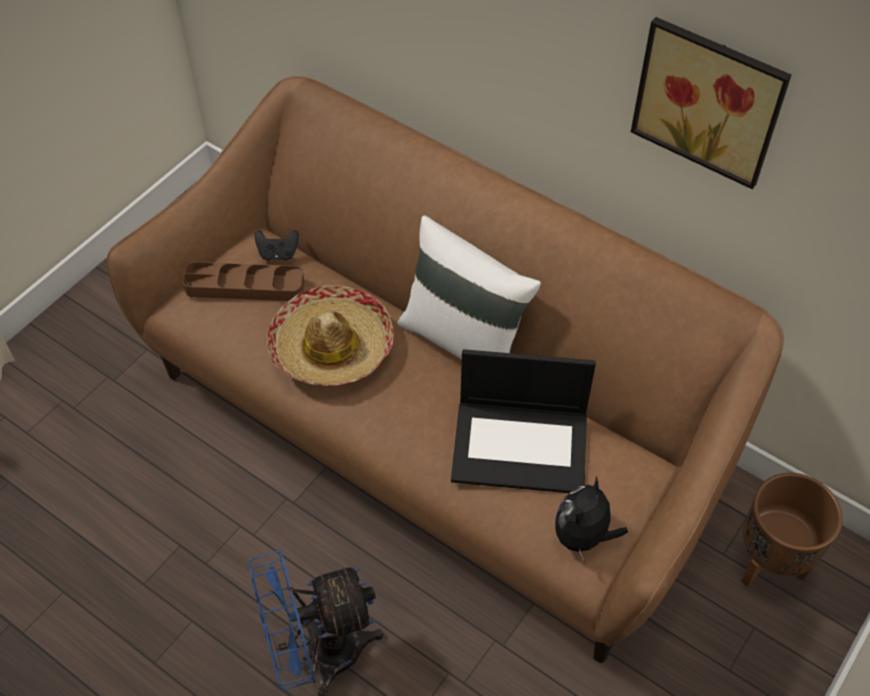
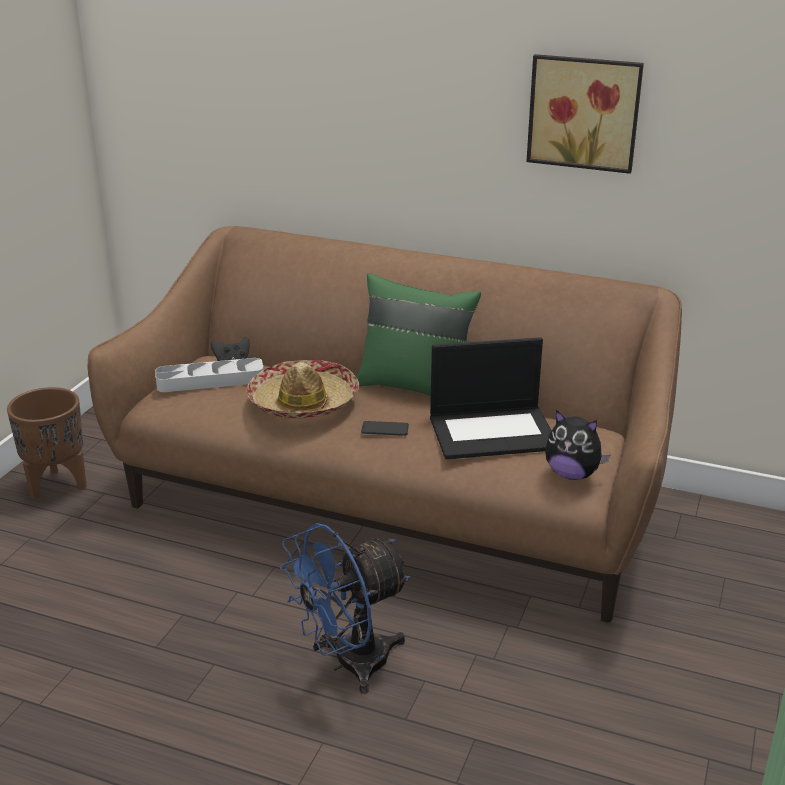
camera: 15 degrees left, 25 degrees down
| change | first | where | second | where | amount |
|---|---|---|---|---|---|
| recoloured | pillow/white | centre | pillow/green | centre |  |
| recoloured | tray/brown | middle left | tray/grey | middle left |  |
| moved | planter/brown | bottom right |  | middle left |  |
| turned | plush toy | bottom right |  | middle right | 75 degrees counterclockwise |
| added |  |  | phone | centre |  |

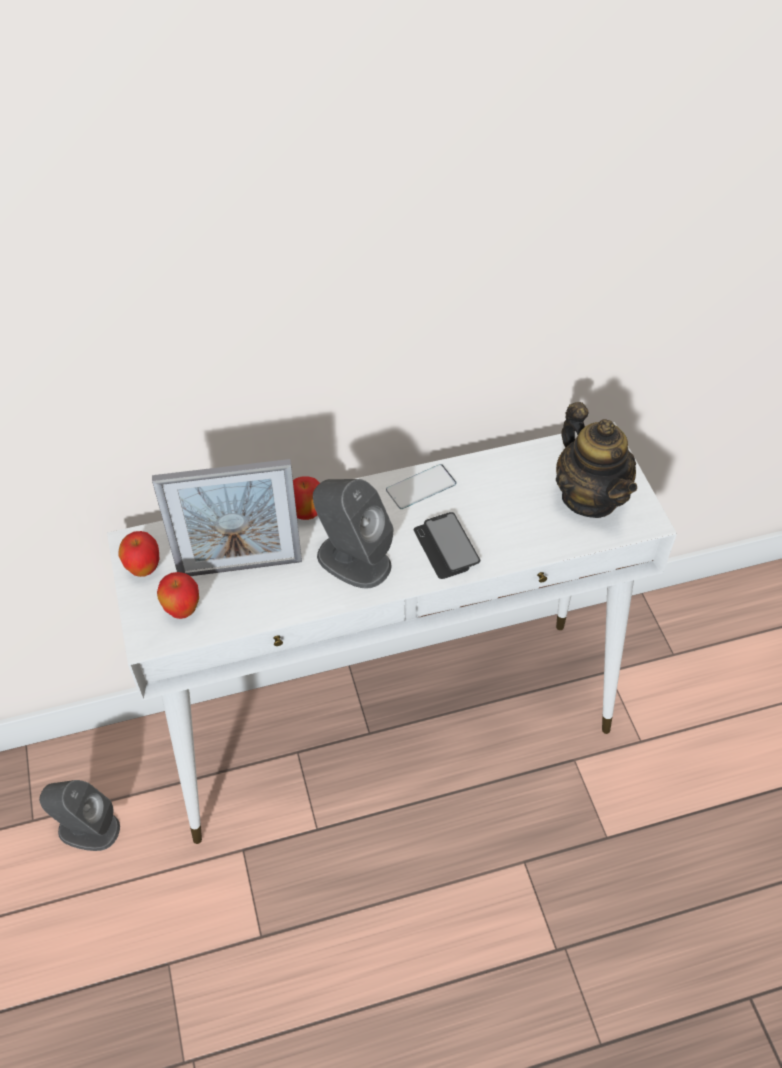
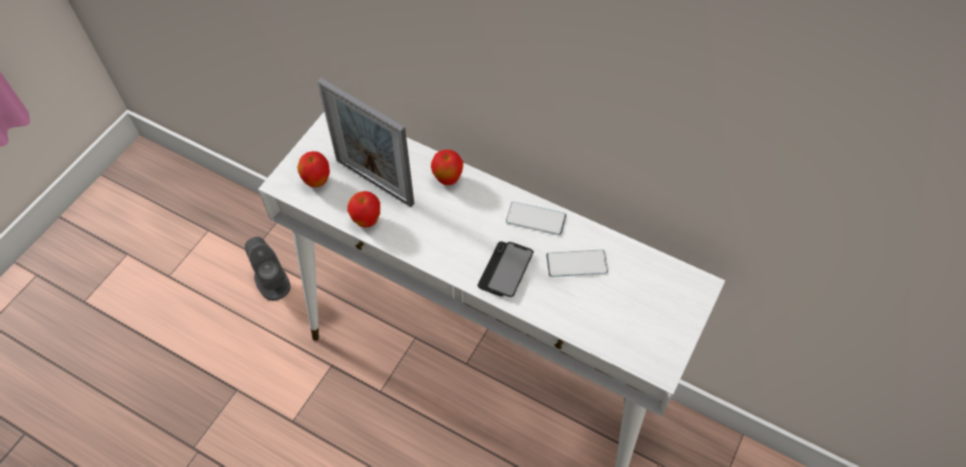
camera: 45 degrees right, 5 degrees up
| change | first | where | second | where | amount |
|---|---|---|---|---|---|
| removed | teapot | middle right |  |  |  |
| removed | speaker/grey (2nd from left) | centre |  |  |  |
| moved | apple (1st from left in the first image) | middle left | apple (2nd from left) | centre |  |
| added |  |  | phone (3rd from left) | centre |  |

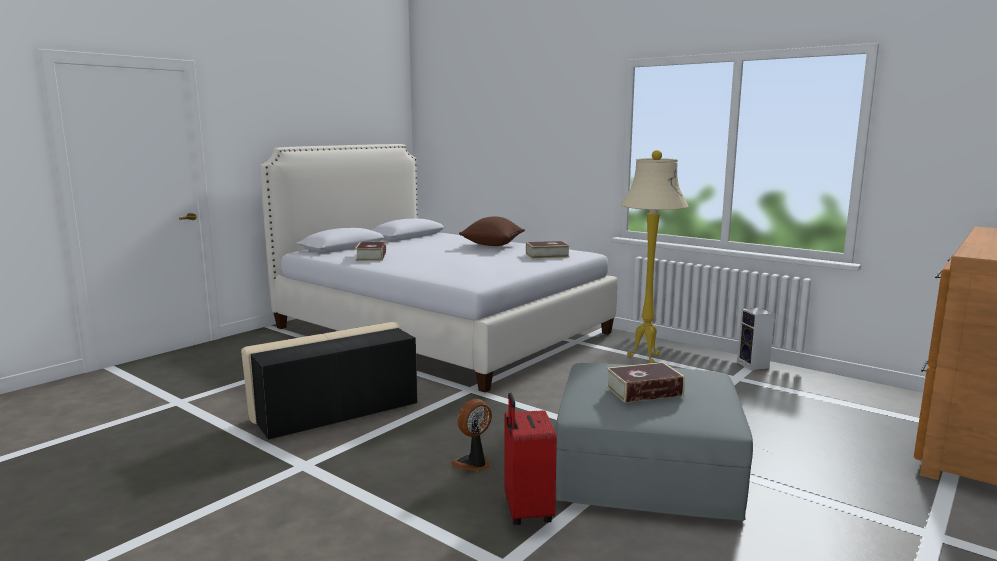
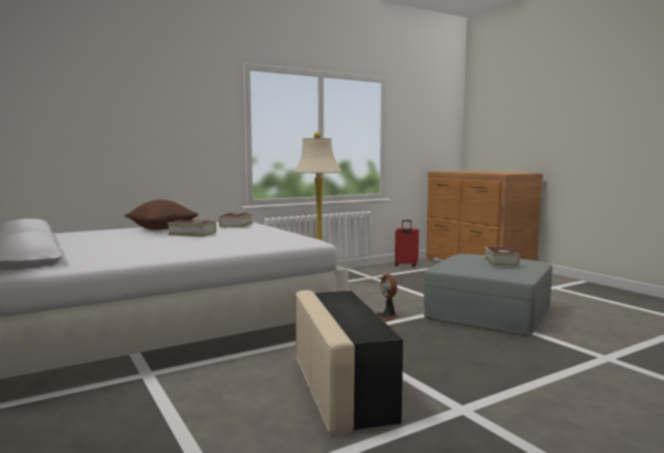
camera: 70 degrees left, 5 degrees down
| change | first | where | second | where | amount |
|---|---|---|---|---|---|
| moved | book (1st from left) | centre |  | middle left |  |
| removed | speaker | middle right |  |  |  |
| moved | suitcase/red | bottom centre |  | centre |  |
| moved | fan | bottom centre |  | centre |  |

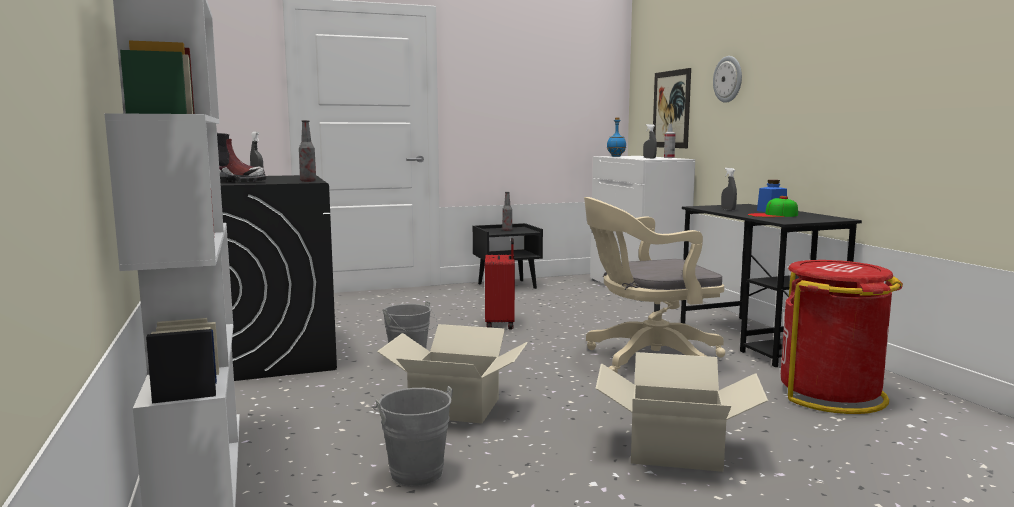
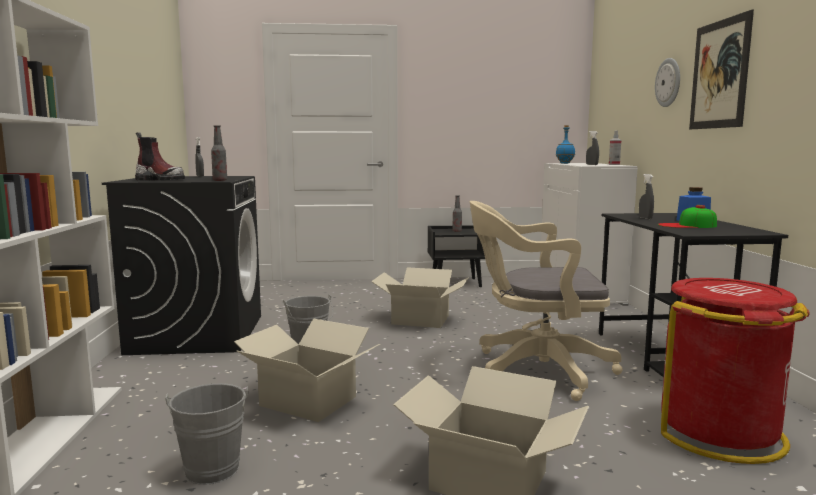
camera: 15 degrees right, 0 degrees up
| change | first | where | second | where | amount |
|---|---|---|---|---|---|
| moved | picture | top centre |  | top right |  |
| replaced | suitcase/red | centre | cardboard box (2nd from left) | centre |  |

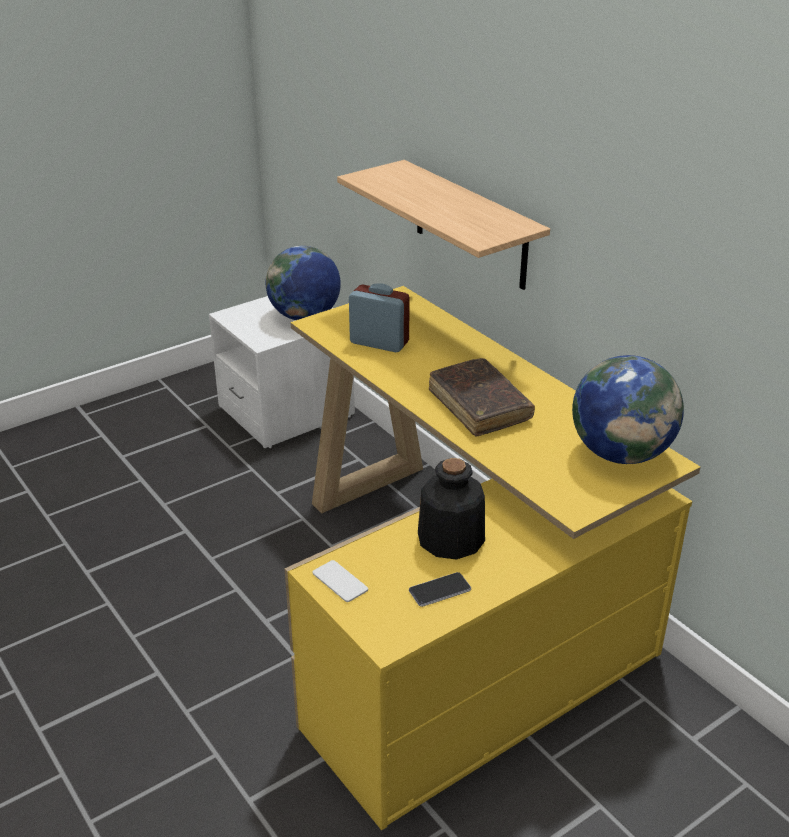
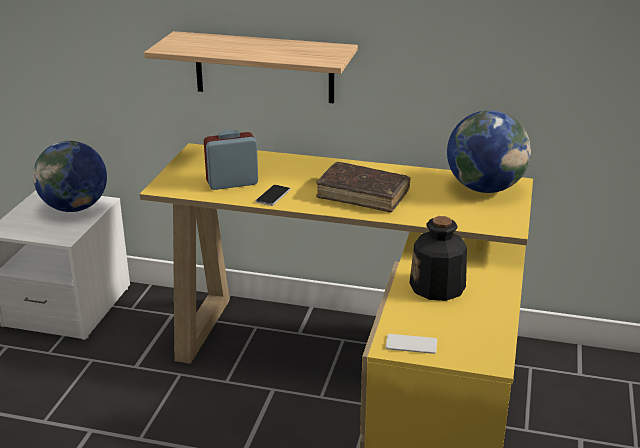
camera: 40 degrees left, 5 degrees down
| change | first | where | second | where | amount |
|---|---|---|---|---|---|
| moved | phone (2nd from left in the first image) | bottom centre | phone (1st from left) | centre |  |

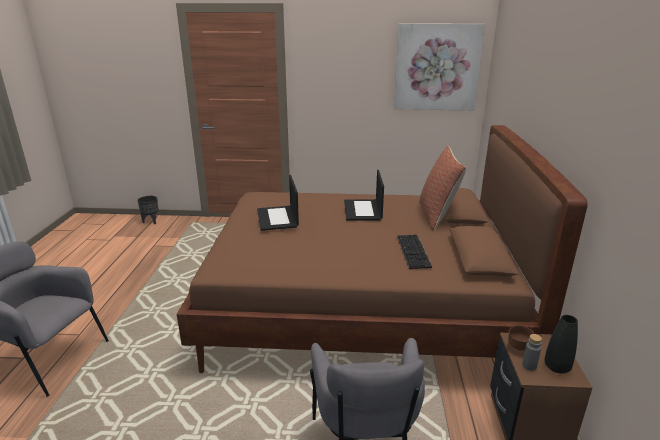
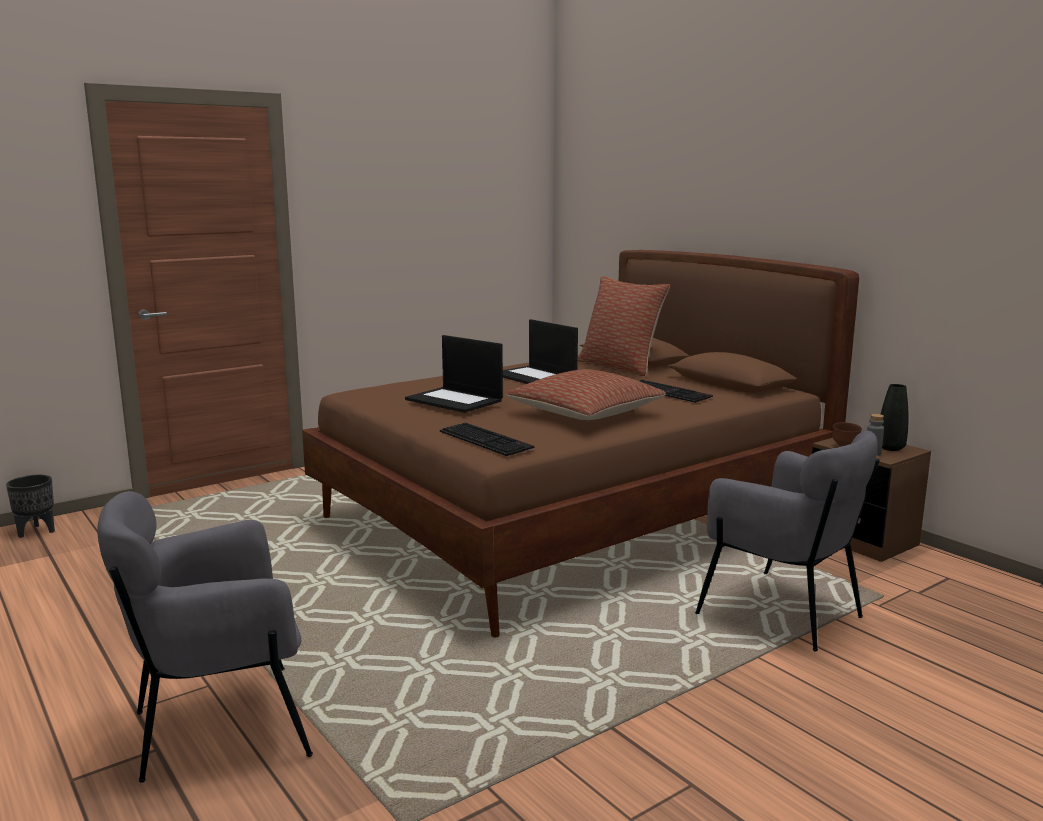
camera: 40 degrees left, 10 degrees down
| change | first | where | second | where | amount |
|---|---|---|---|---|---|
| removed | picture | top centre |  |  |  |
| added |  |  | pillow (1st from left) | centre |  |
| added |  |  | keyboard (1st from left) | centre |  |

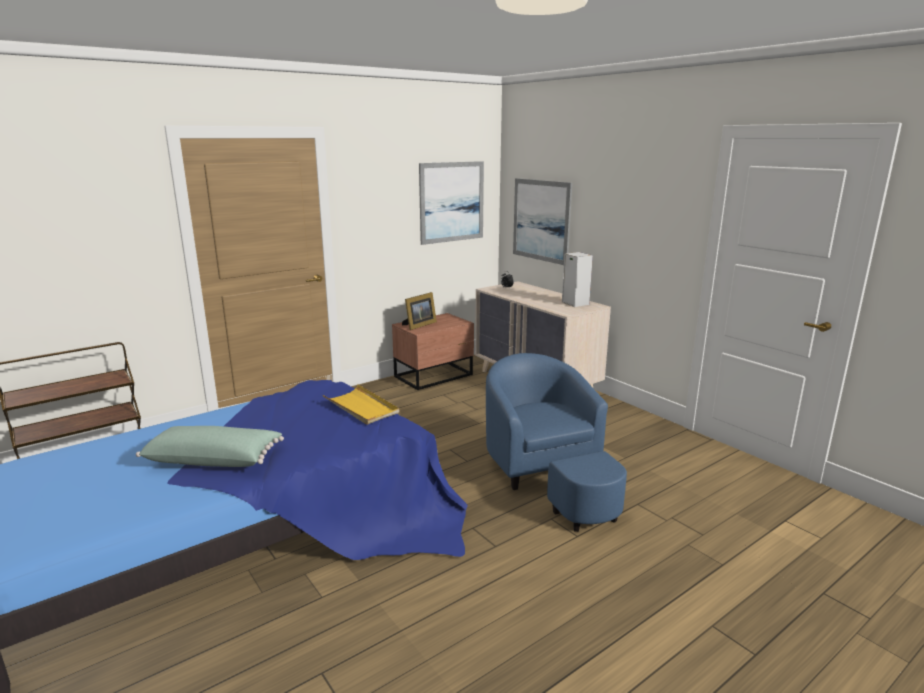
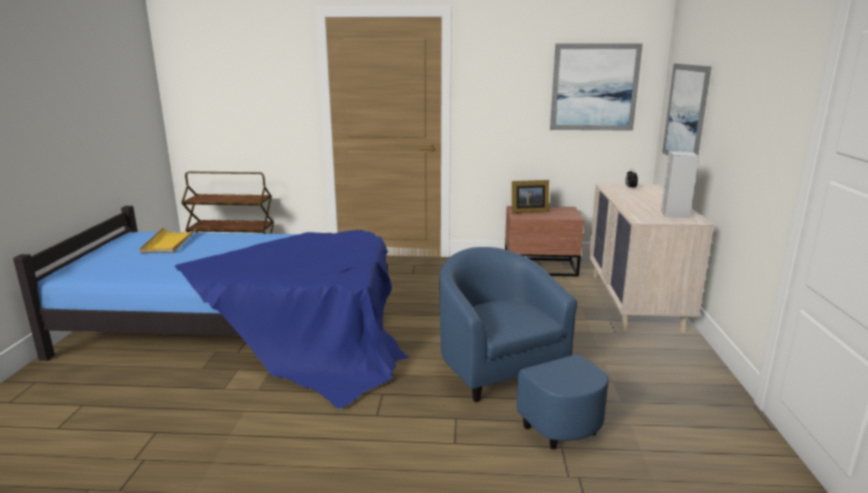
camera: 40 degrees right, 0 degrees up
| change | first | where | second | where | amount |
|---|---|---|---|---|---|
| turned | armchair/blue | centre |  | bottom centre | 45 degrees counterclockwise |
| moved | tray/yellow | centre |  | middle left |  |
| removed | pillow/green | middle left |  |  |  |

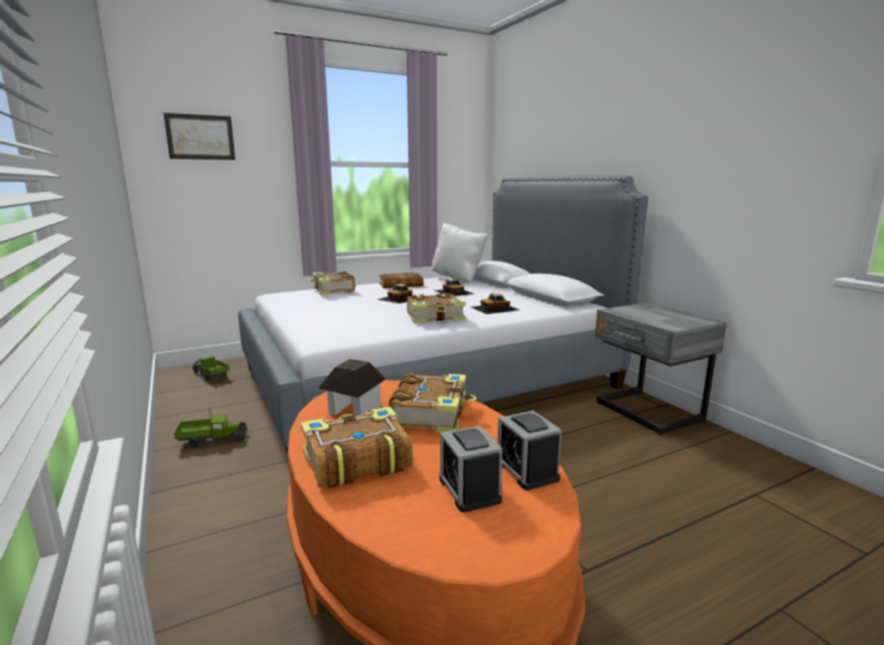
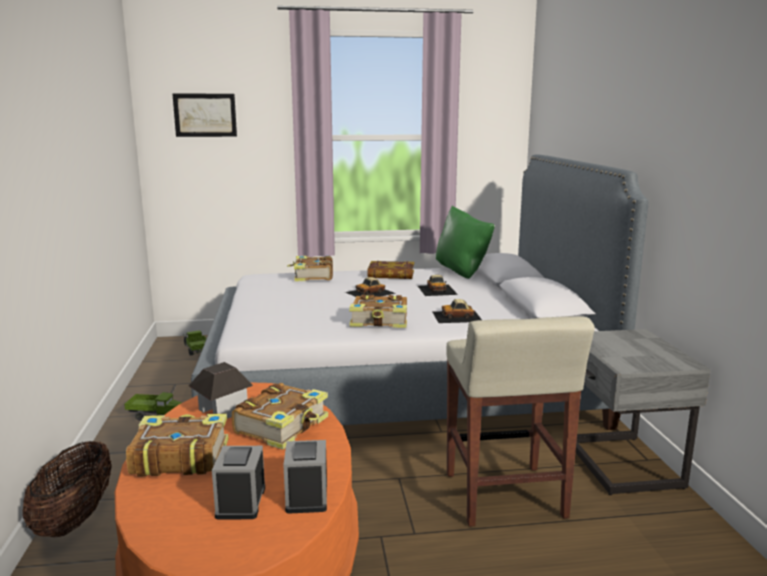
camera: 20 degrees right, 0 degrees up
| change | first | where | second | where | amount |
|---|---|---|---|---|---|
| recoloured | pillow/white | centre | pillow/green | centre |  |
| added |  |  | stool/beige | bottom right |  |
| added |  |  | basket | bottom left |  |

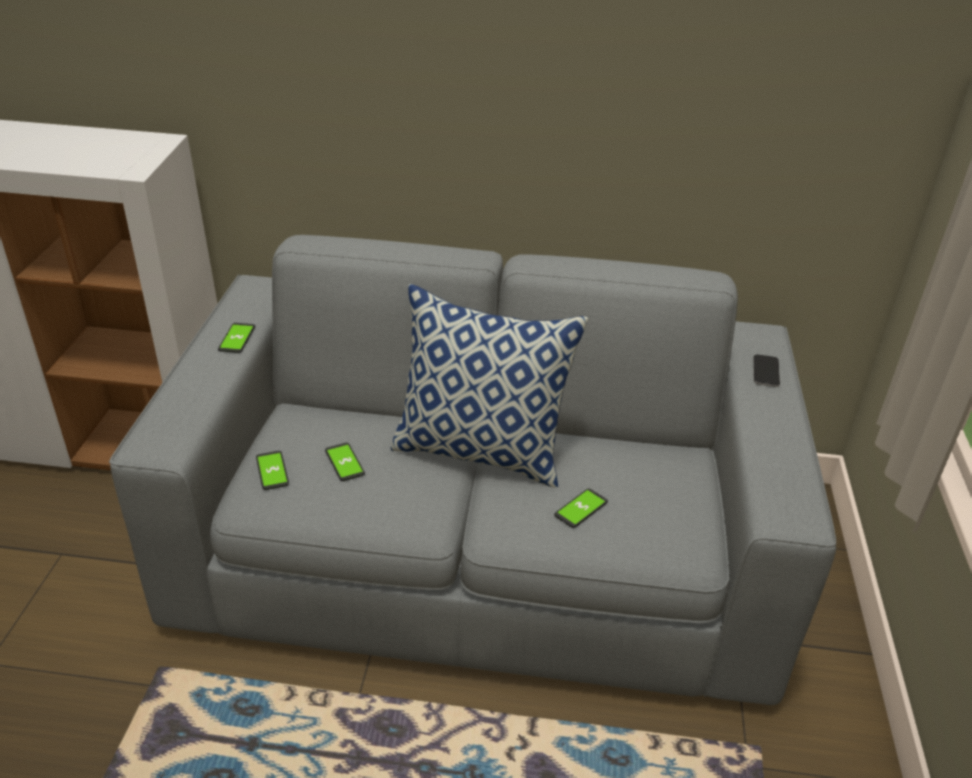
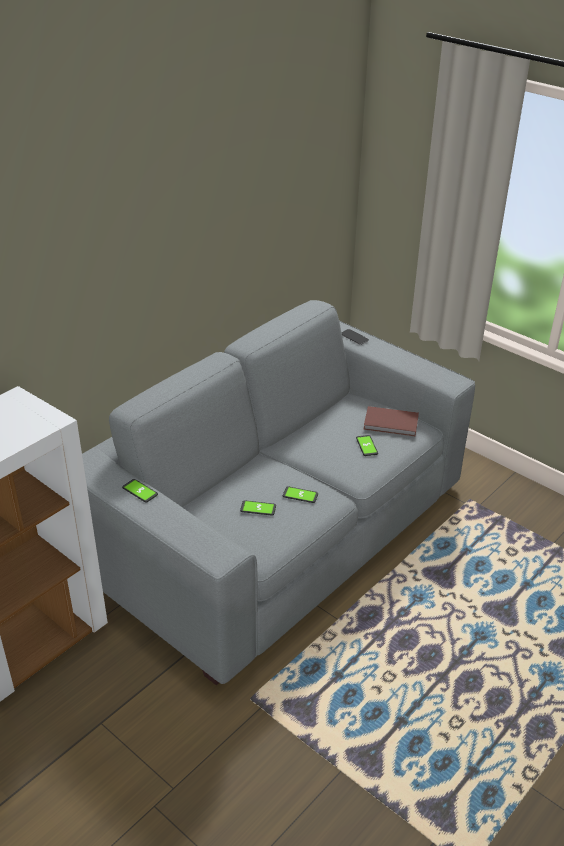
camera: 55 degrees left, 0 degrees up
| change | first | where | second | where | amount |
|---|---|---|---|---|---|
| removed | pillow | centre |  |  |  |
| moved | phone (2nd from left in the first image) | middle left | phone (3rd from left) | centre |  |
| added |  |  | book/brown | middle right |  |

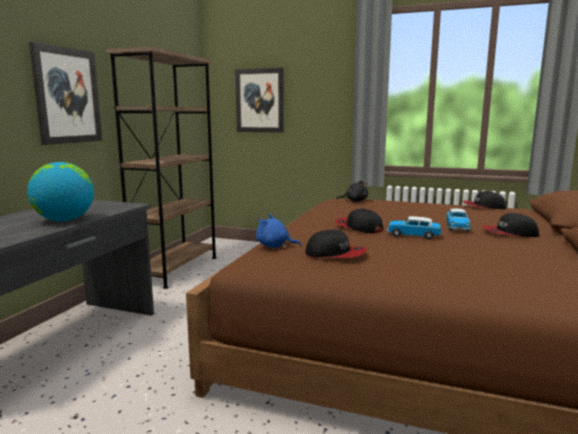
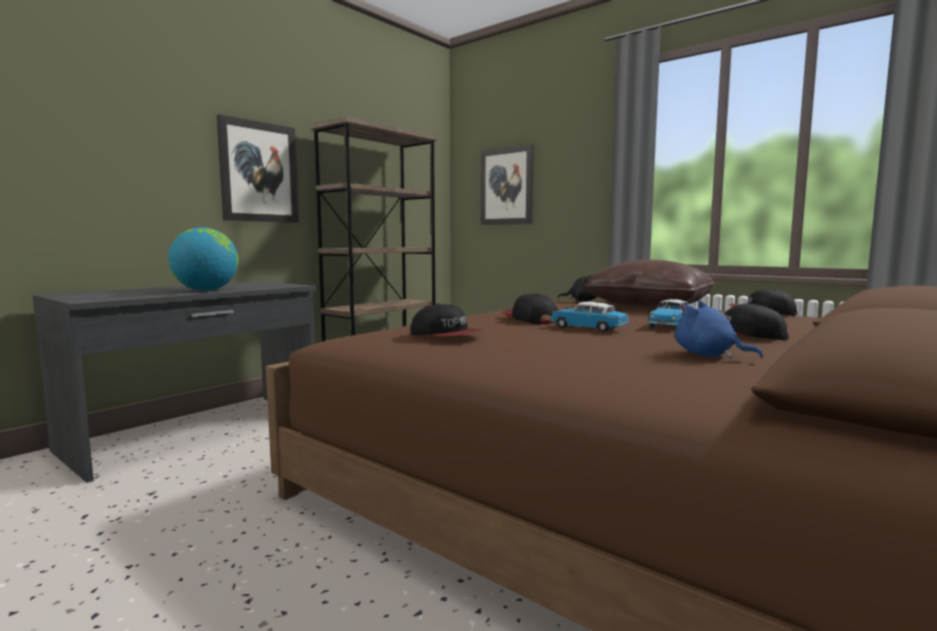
camera: 20 degrees right, 5 degrees down
| change | first | where | second | where | amount |
|---|---|---|---|---|---|
| moved | plush toy/blue | centre |  | middle right |  |
| added |  |  | pillow/brown | middle right |  |

